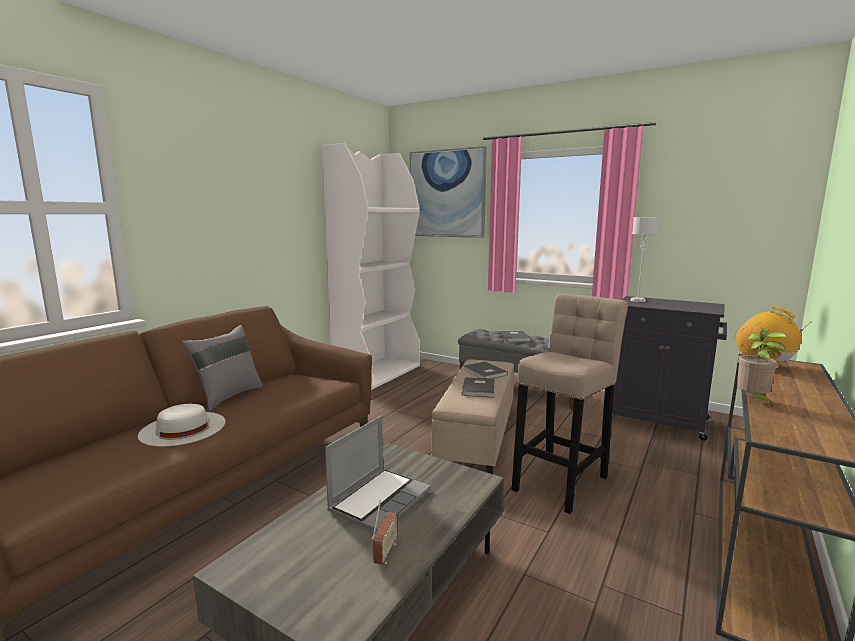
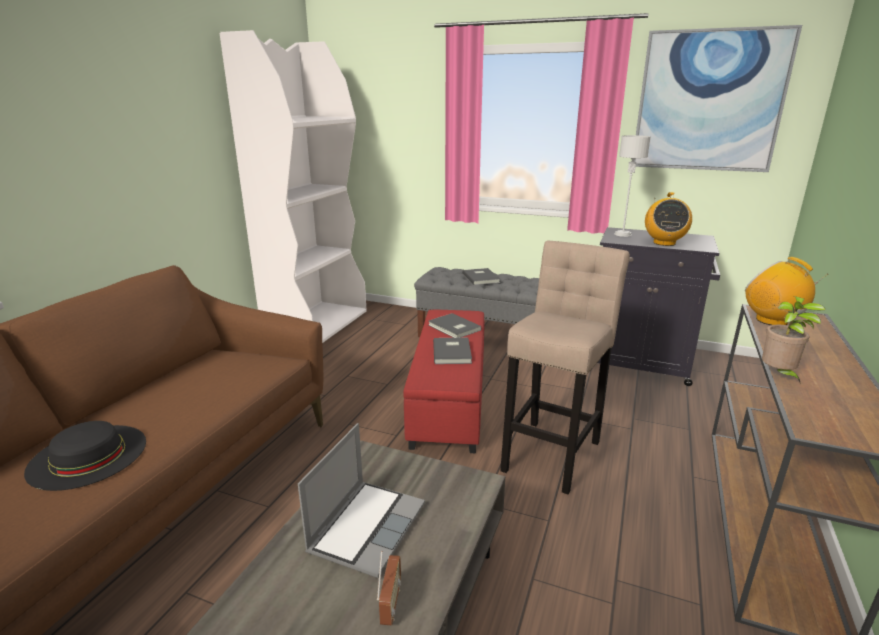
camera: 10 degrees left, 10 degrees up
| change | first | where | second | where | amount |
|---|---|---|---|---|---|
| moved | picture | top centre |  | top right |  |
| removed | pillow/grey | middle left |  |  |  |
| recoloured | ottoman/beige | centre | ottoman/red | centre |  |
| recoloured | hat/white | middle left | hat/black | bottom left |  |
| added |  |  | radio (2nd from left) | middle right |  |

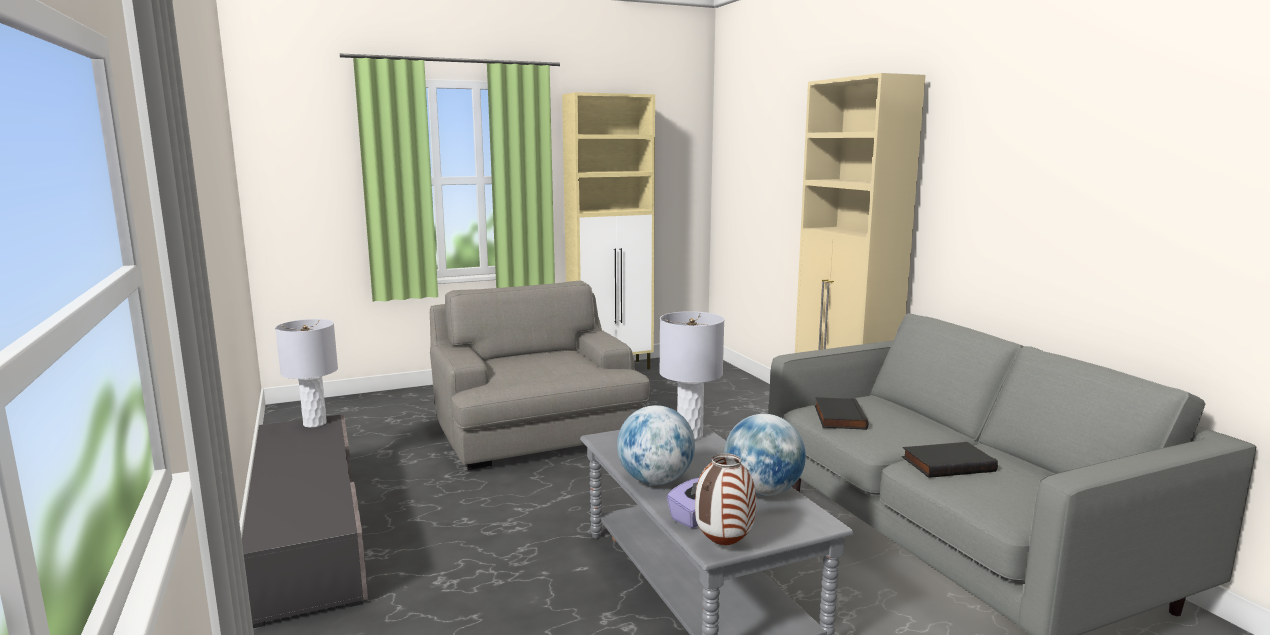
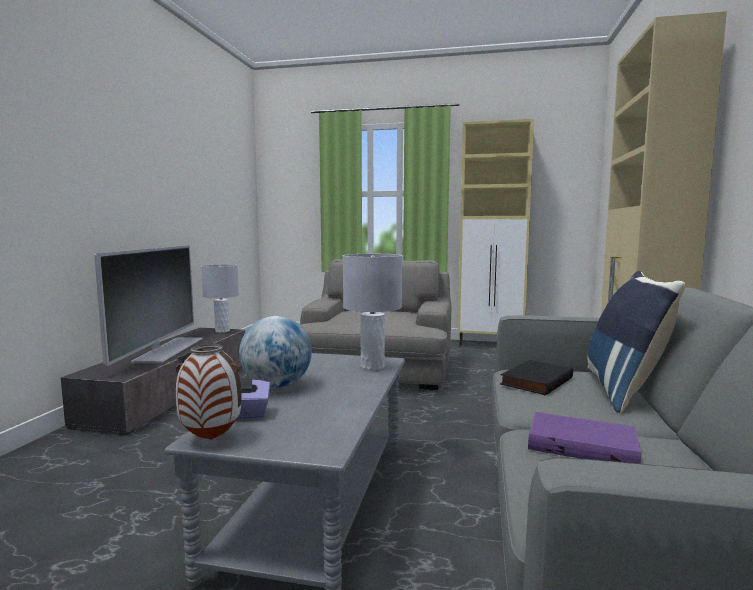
camera: 35 degrees right, 5 degrees down
| change | first | where | second | where | amount |
|---|---|---|---|---|---|
| removed | globe (2nd from left) | bottom centre |  |  |  |
| recoloured | book/black (2nd from left) | bottom right | book/purple | bottom right |  |
| added |  |  | television | middle left |  |
| added |  |  | pillow/blue | middle right |  |

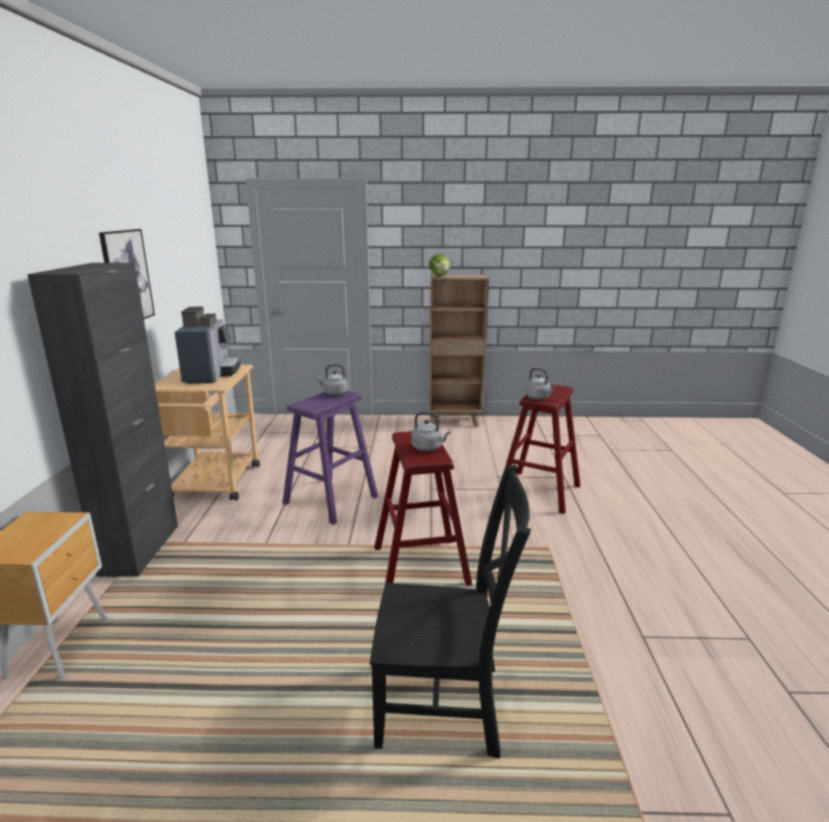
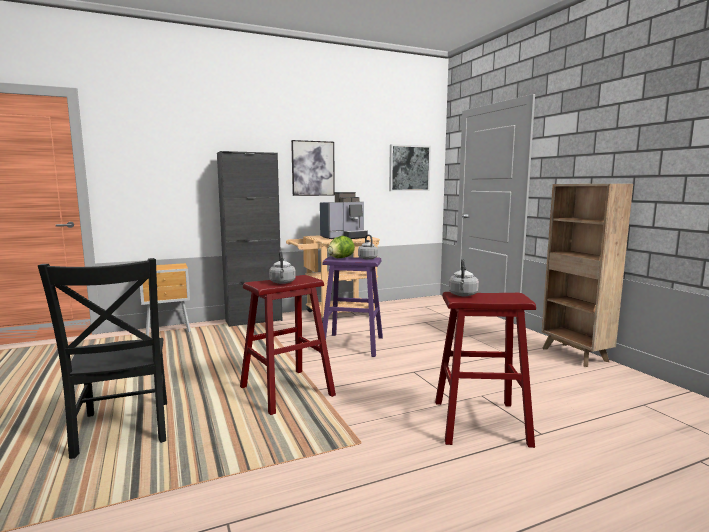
camera: 65 degrees right, 10 degrees down
| change | first | where | second | where | amount |
|---|---|---|---|---|---|
| moved | lettuce | top centre |  | centre |  |
| added |  |  | picture (2nd from left) | top centre |  |

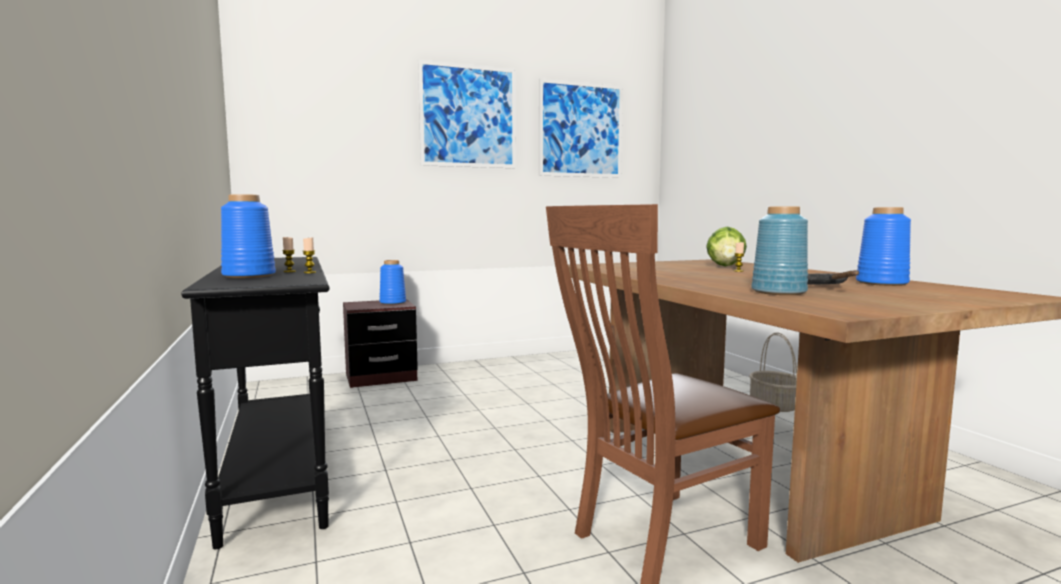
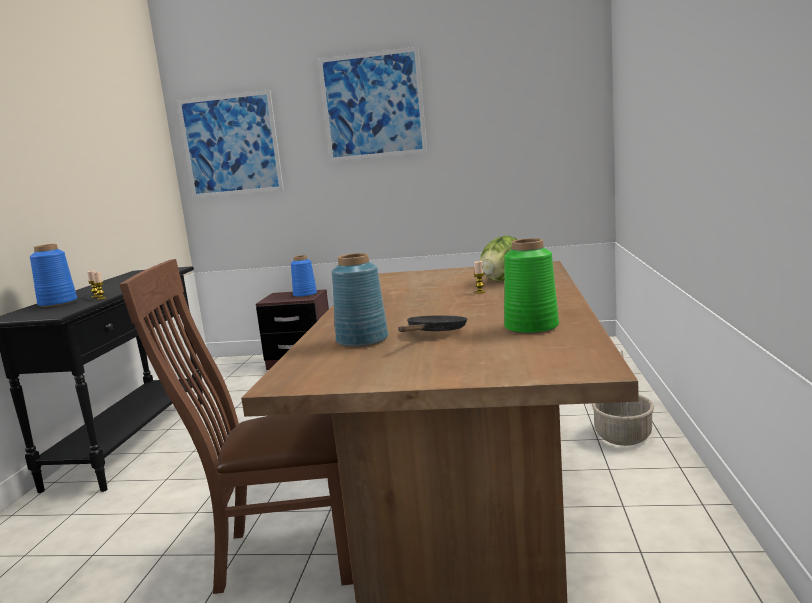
camera: 30 degrees right, 5 degrees up
| change | first | where | second | where | amount |
|---|---|---|---|---|---|
| moved | picture (2nd from left in the first image) | top centre | picture (1st from left) | top left |  |
| recoloured | vase/blue (4th from left) | middle right | vase/green | centre |  |

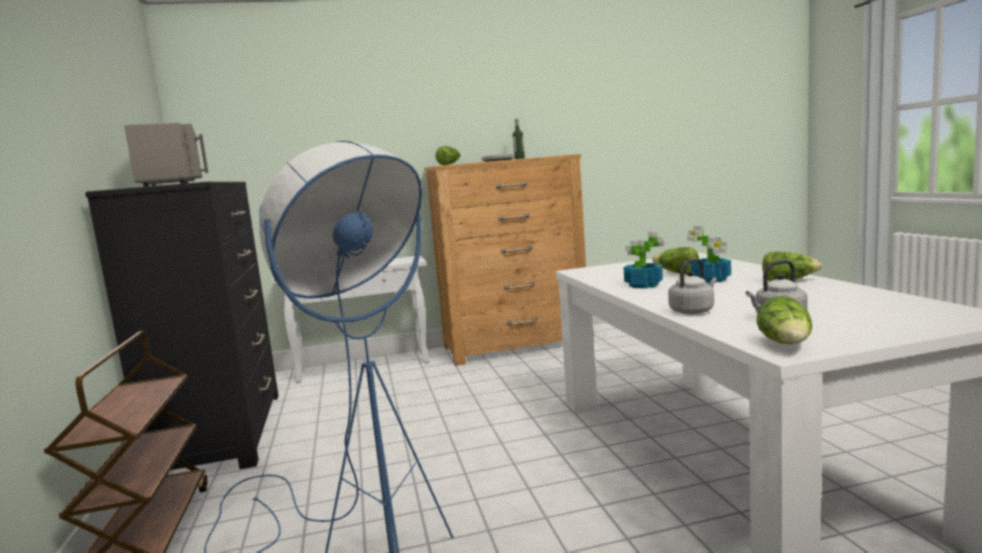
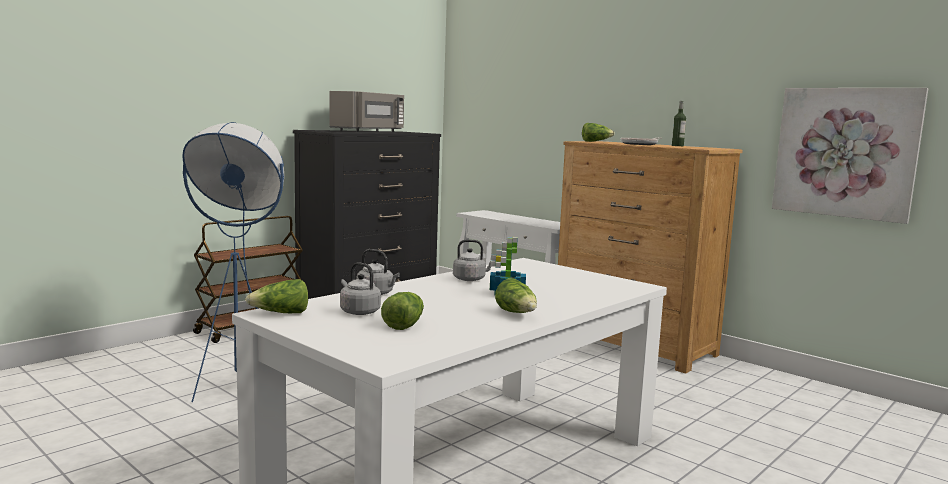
camera: 55 degrees right, 0 degrees up
| change | first | where | second | where | amount |
|---|---|---|---|---|---|
| replaced | potted plant (1st from left) | centre | kettle/grey (3rd from left) | centre |  |
| moved | lettuce (2nd from left) | middle right |  | centre |  |
| added |  |  | picture | top right |  |

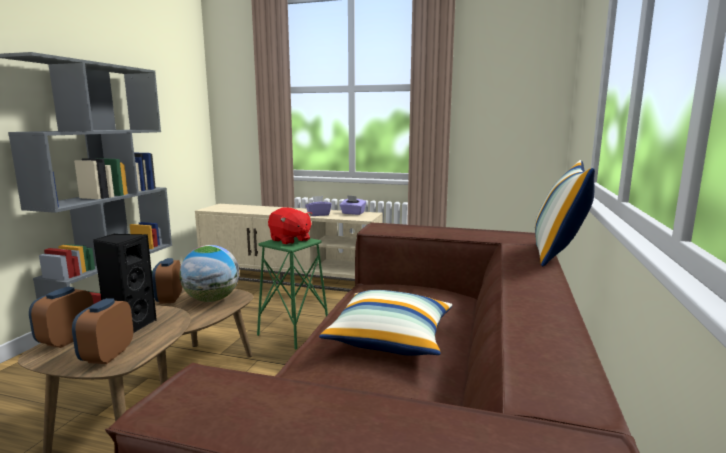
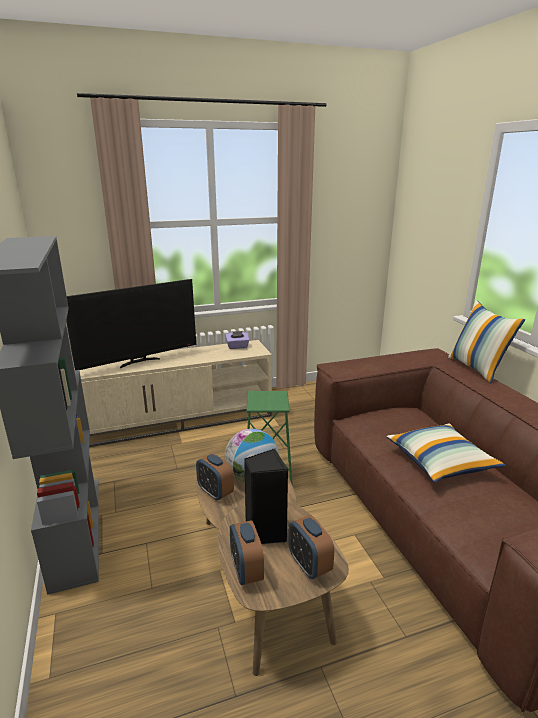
camera: 35 degrees left, 10 degrees up
| change | first | where | second | where | amount |
|---|---|---|---|---|---|
| removed | tissue box/purple (1st from left) | centre |  |  |  |
| removed | plush toy/red | centre |  |  |  |
| added |  |  | television | middle left |  |

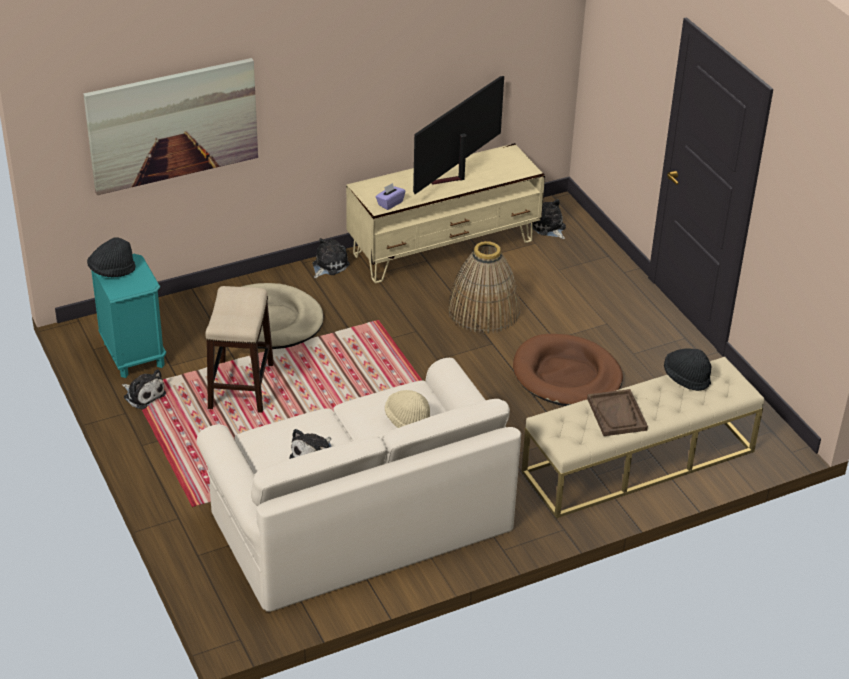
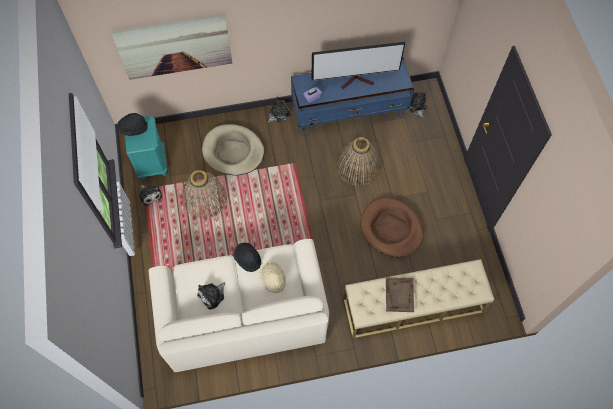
camera: 15 degrees right, 25 degrees up
| change | first | where | second | where | amount |
|---|---|---|---|---|---|
| turned | television | top centre |  | top centre | 150 degrees counterclockwise |
| recoloured | tv stand/beige | top centre | tv stand/blue | top centre |  |
| replaced | stool | middle left | basket (1st from left) | middle left |  |
| moved | hat/black (2nd from left) | middle right |  | centre |  |

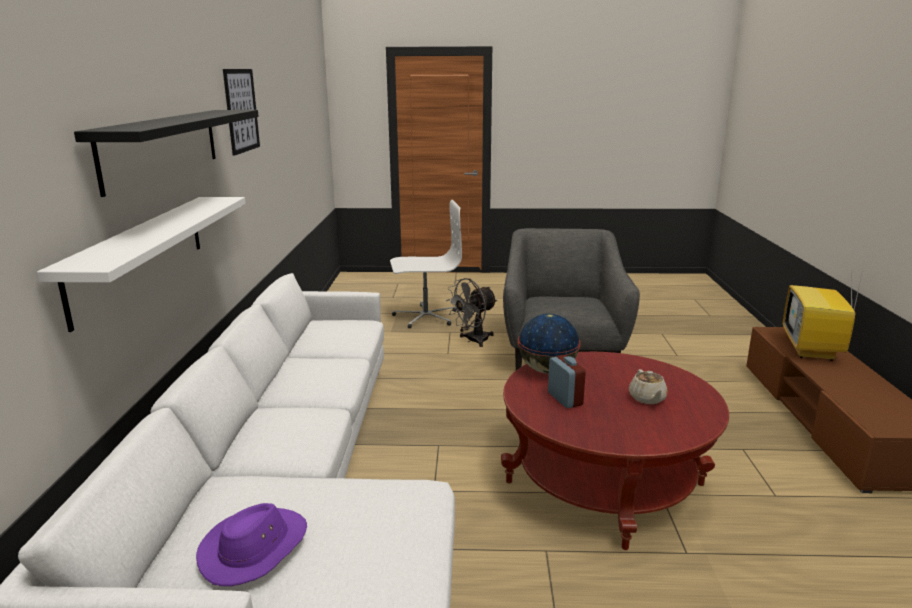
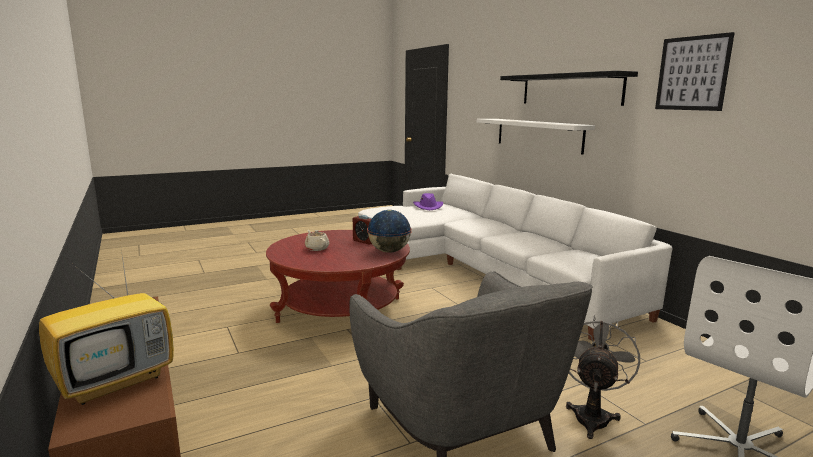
camera: 150 degrees right, 5 degrees down
| change | first | where | second | where | amount |
|---|---|---|---|---|---|
| turned | television | middle right |  | bottom left | 60 degrees clockwise |

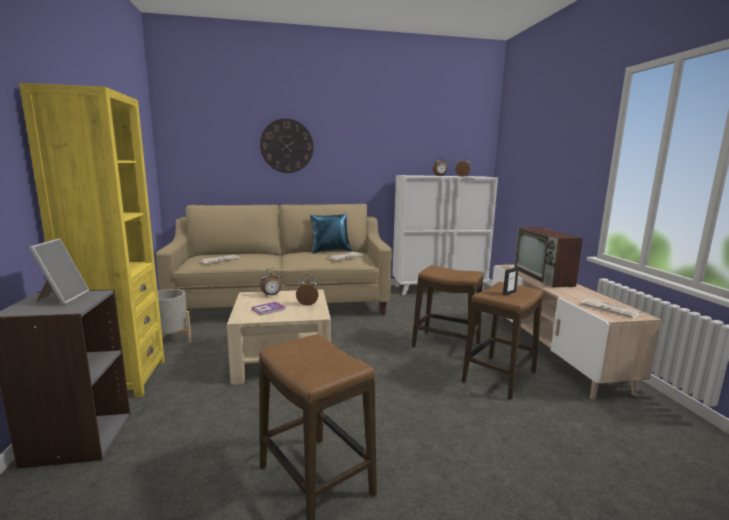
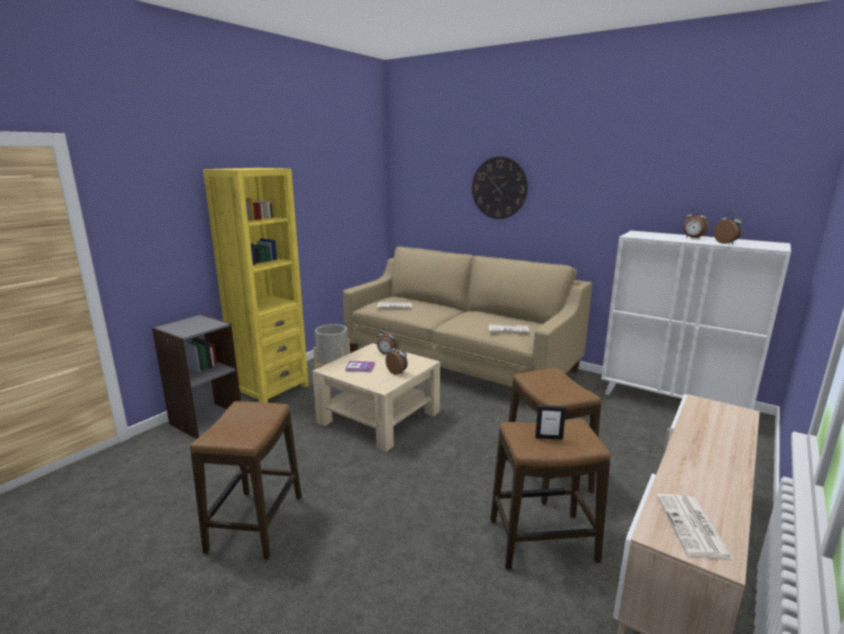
camera: 45 degrees right, 5 degrees up
| change | first | where | second | where | amount |
|---|---|---|---|---|---|
| removed | pillow/blue | centre |  |  |  |
| removed | television | middle right |  |  |  |
| removed | picture frame (1st from left) | middle left |  |  |  |

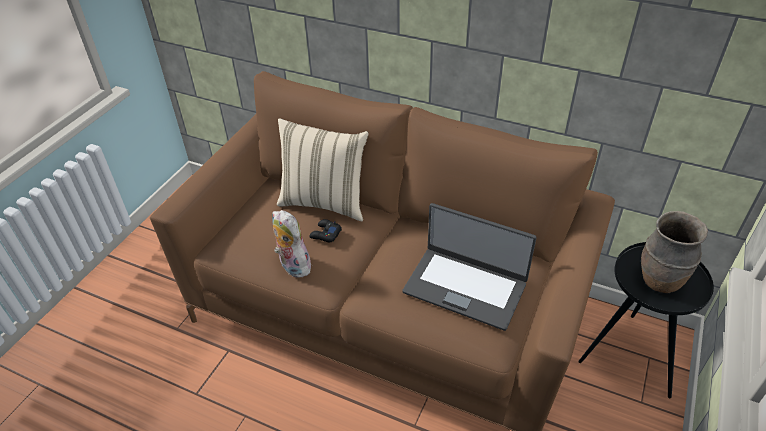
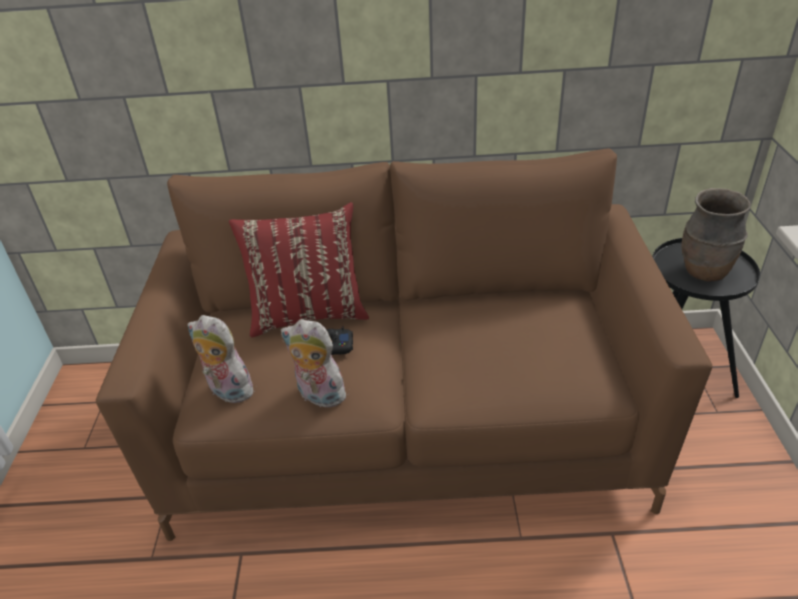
camera: 25 degrees left, 5 degrees down
| change | first | where | second | where | amount |
|---|---|---|---|---|---|
| recoloured | pillow/beige | centre | pillow/red | centre |  |
| removed | laptop | centre |  |  |  |
| added |  |  | plush toy (1st from left) | middle left |  |

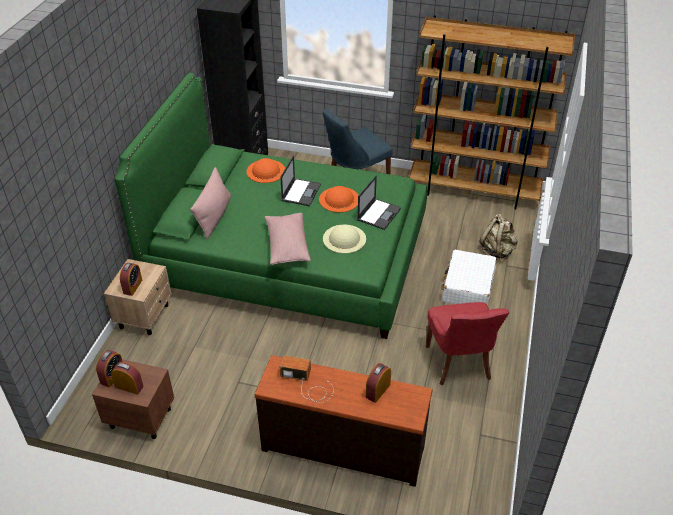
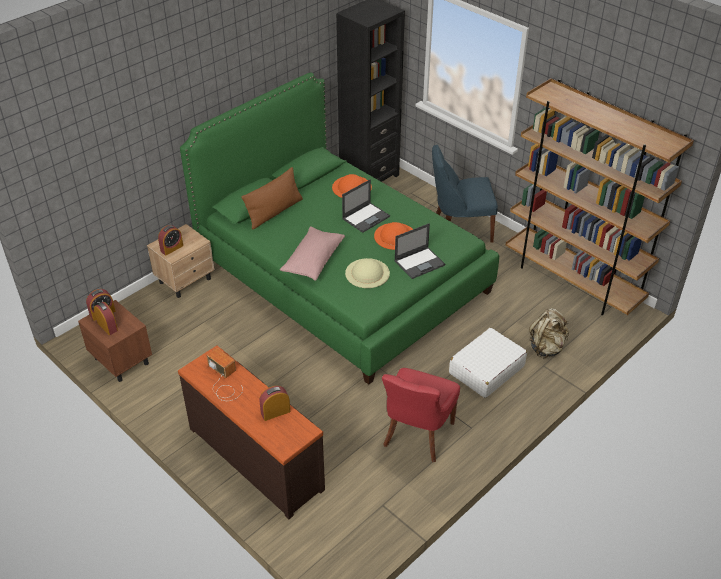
camera: 30 degrees right, 0 degrees up
| change | first | where | second | where | amount |
|---|---|---|---|---|---|
| recoloured | pillow/pink (1st from left) | middle left | pillow/brown | centre |  |

